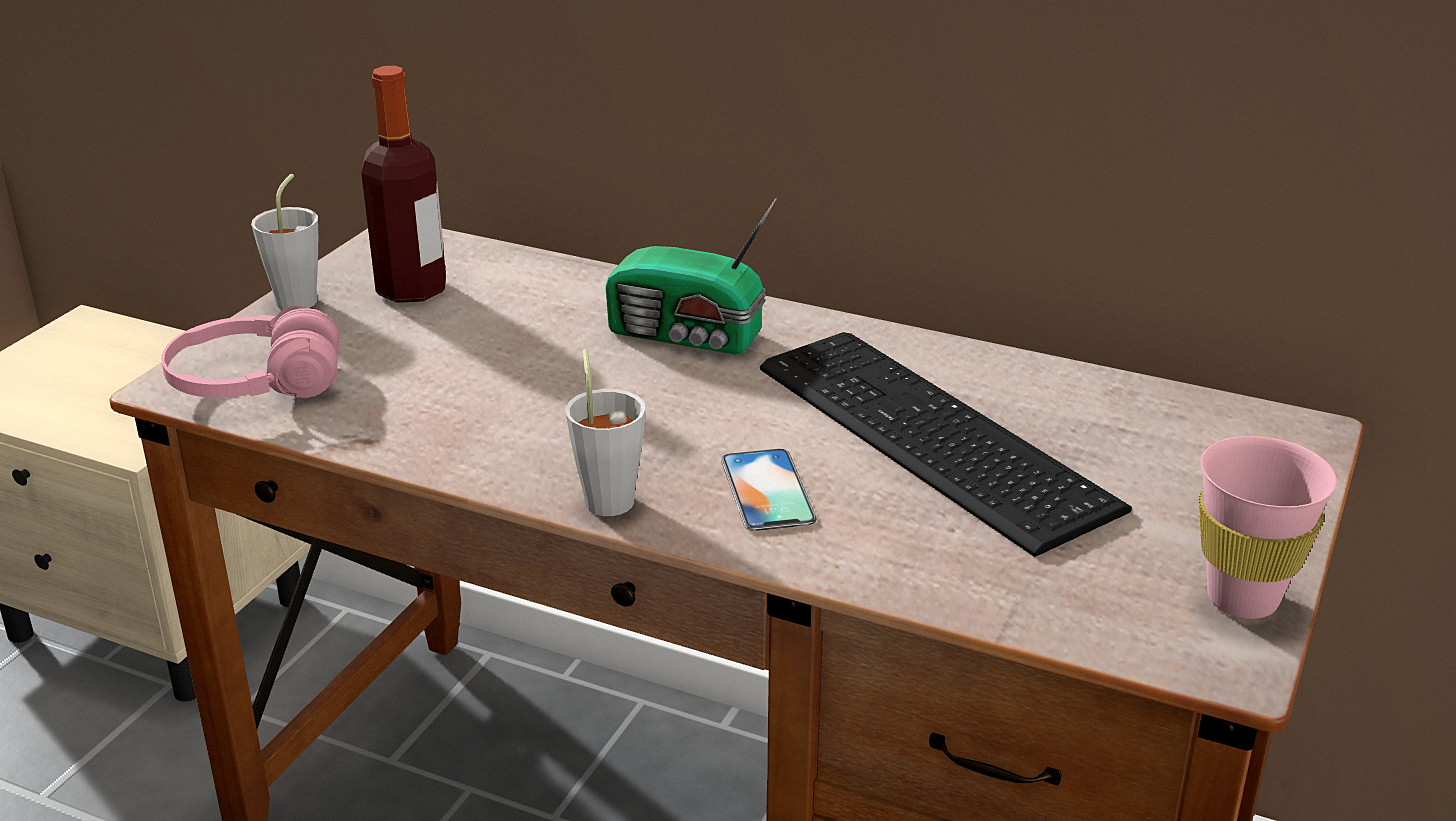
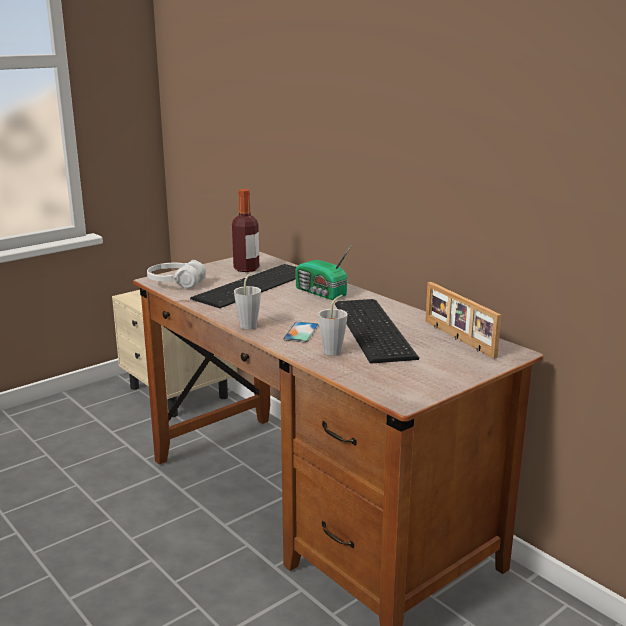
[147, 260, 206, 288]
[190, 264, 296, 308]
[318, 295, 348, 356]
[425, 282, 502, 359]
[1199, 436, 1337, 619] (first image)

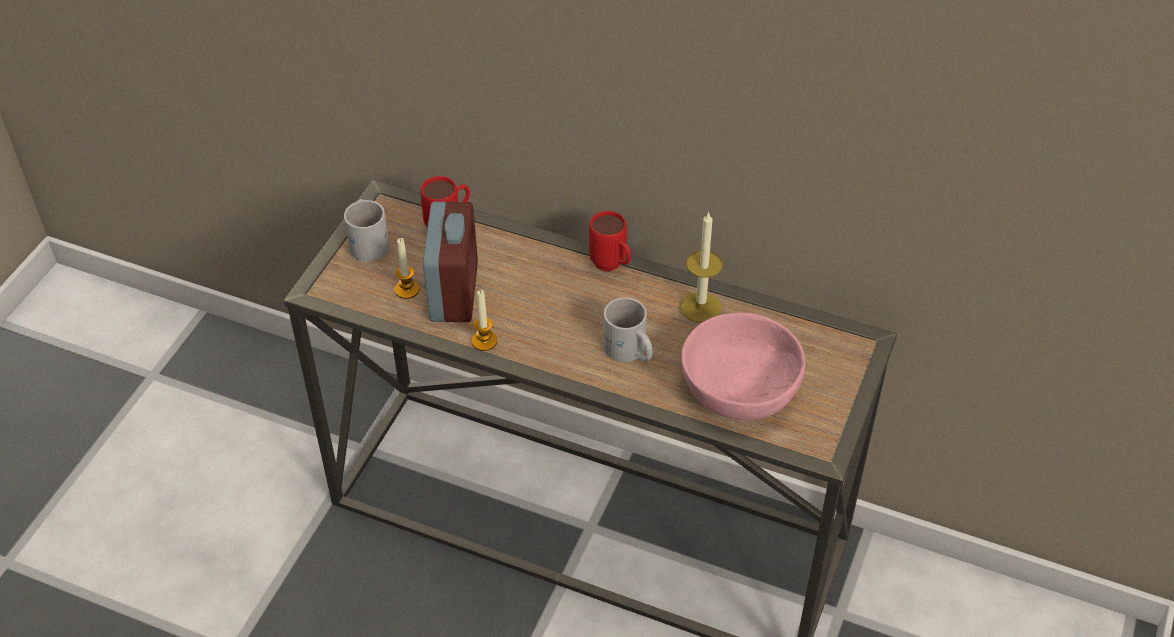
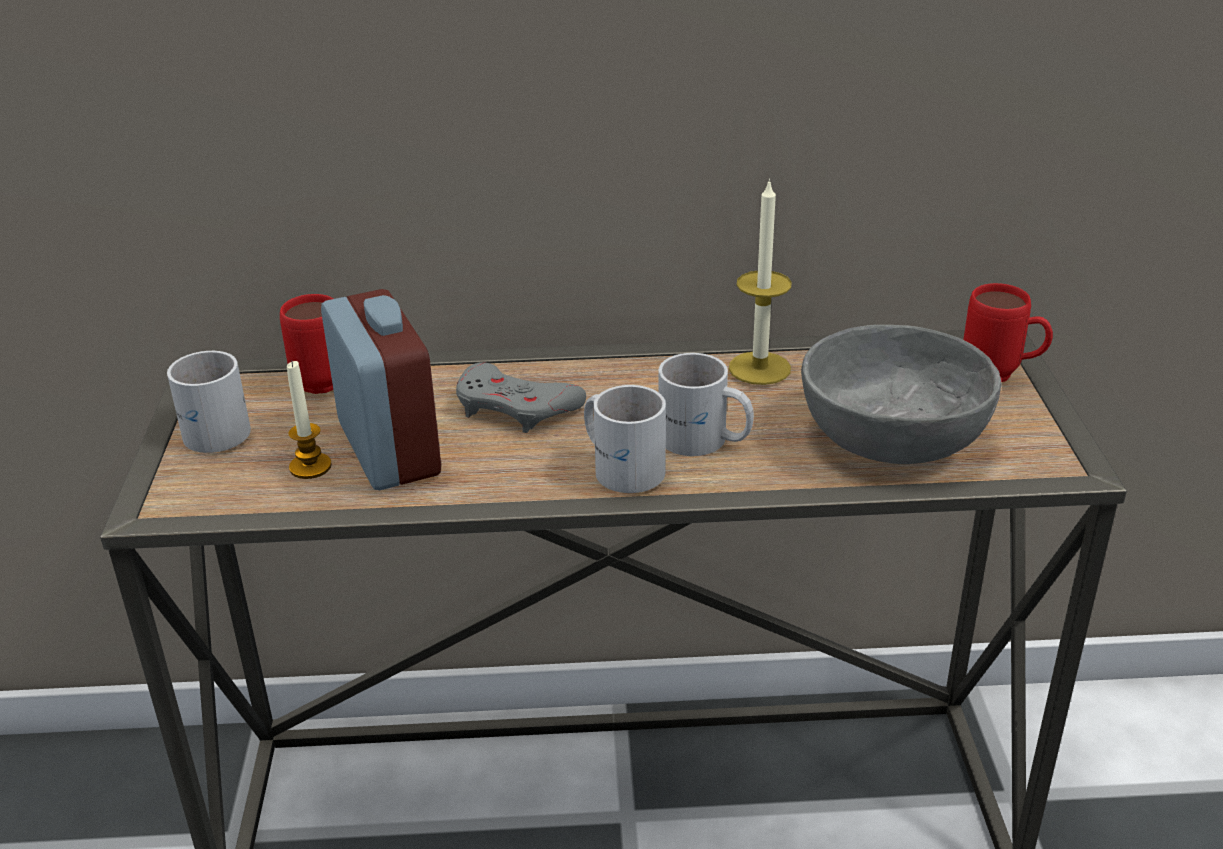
[456, 362, 586, 433]
[584, 385, 666, 493]
[801, 325, 1002, 464]
[963, 283, 1053, 382]
[472, 290, 497, 351] (first image)

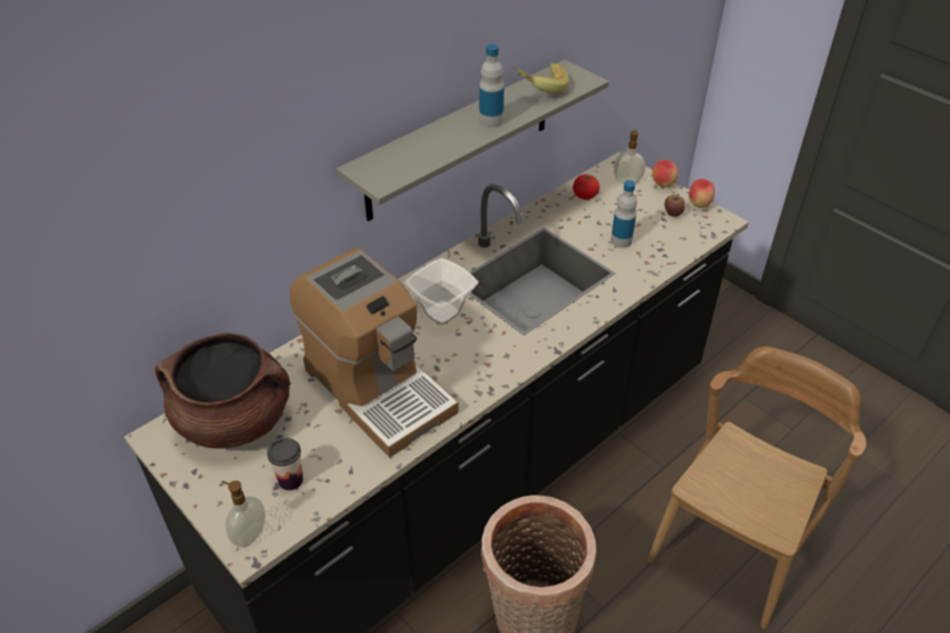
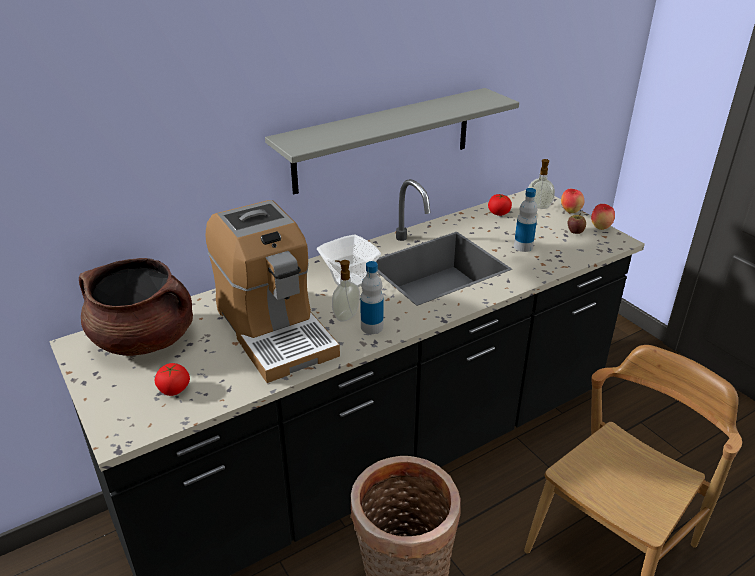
[155, 363, 190, 396]
[332, 260, 360, 322]
[360, 261, 384, 334]
[511, 63, 569, 93] (first image)

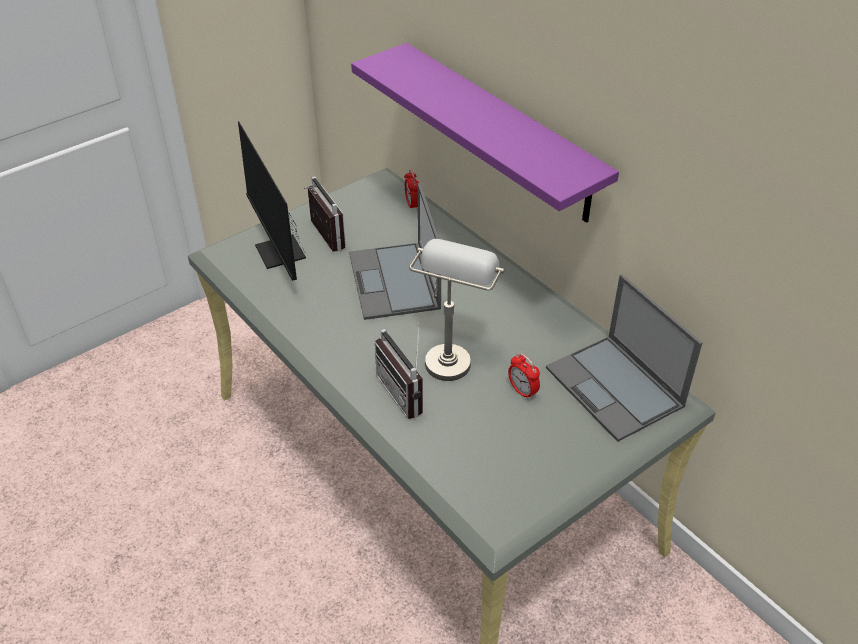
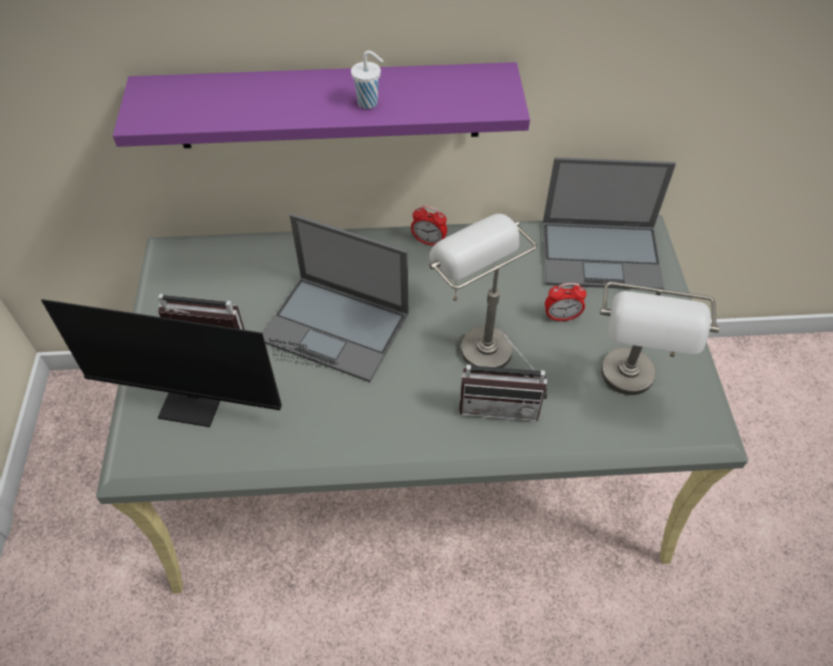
[351, 51, 383, 109]
[411, 205, 447, 245]
[600, 282, 719, 395]

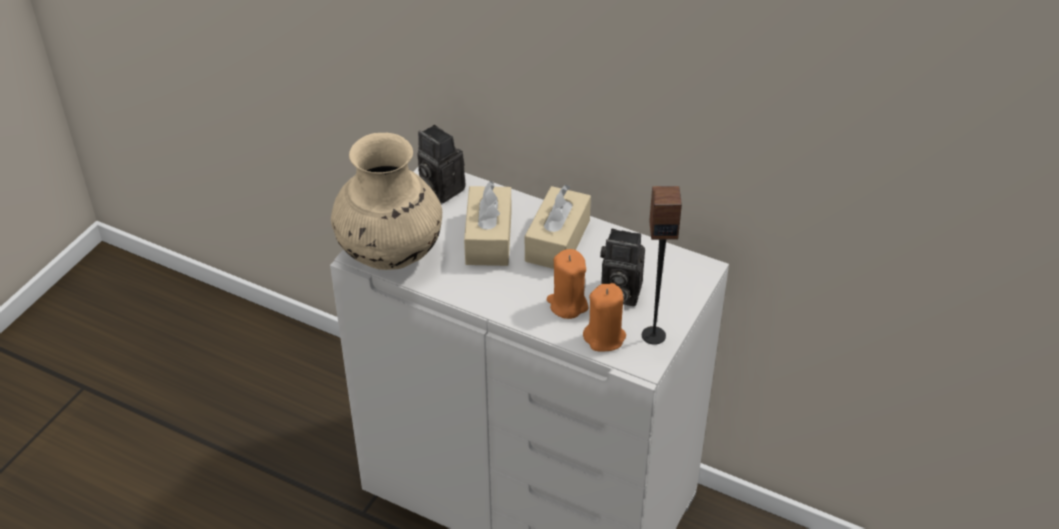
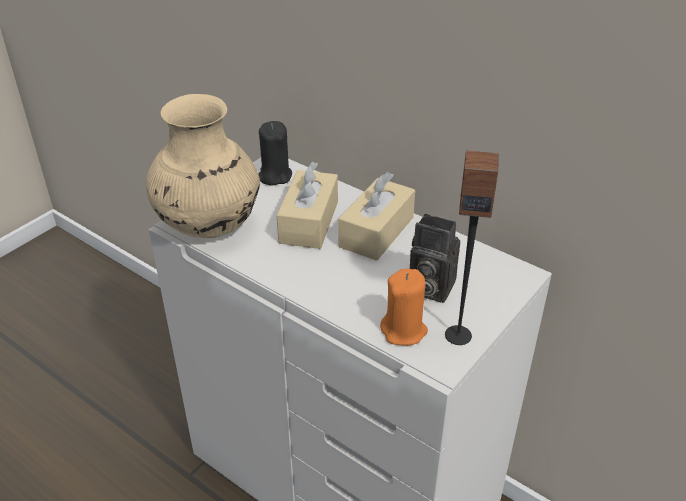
[259, 121, 292, 186]
[547, 249, 588, 319] (first image)

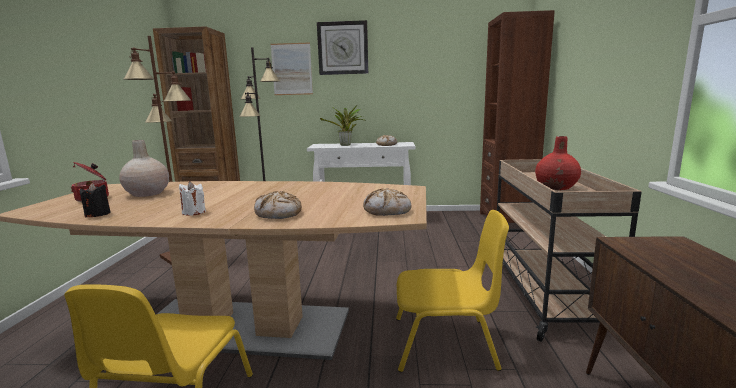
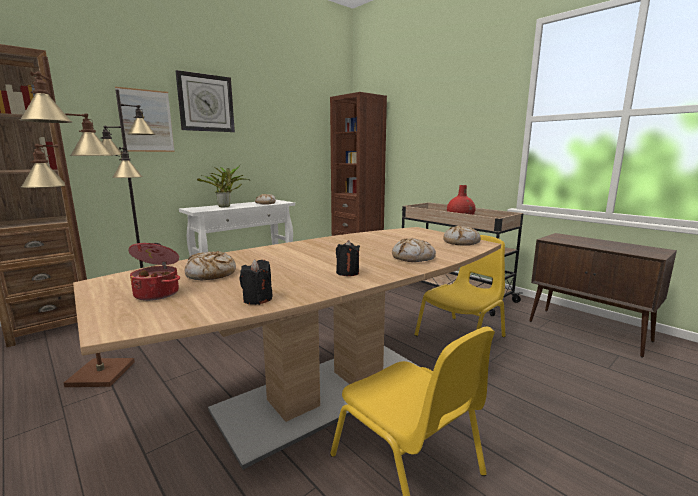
[185, 251, 236, 280]
[336, 240, 360, 276]

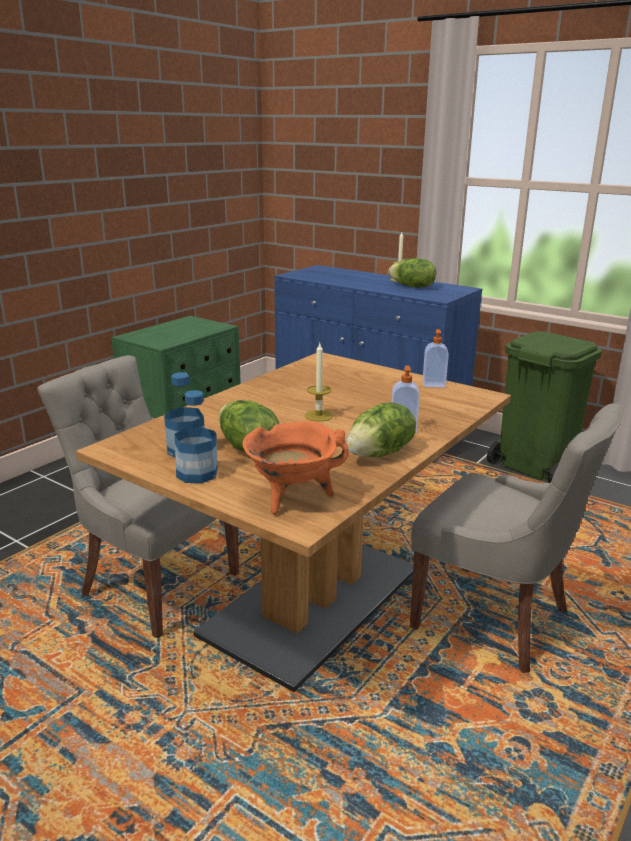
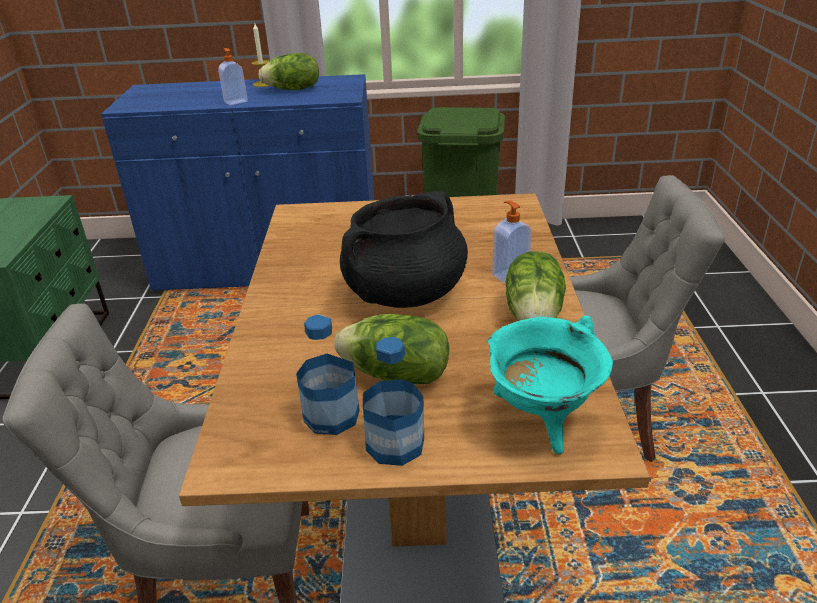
[218, 48, 248, 105]
[340, 191, 468, 308]
[488, 316, 613, 454]

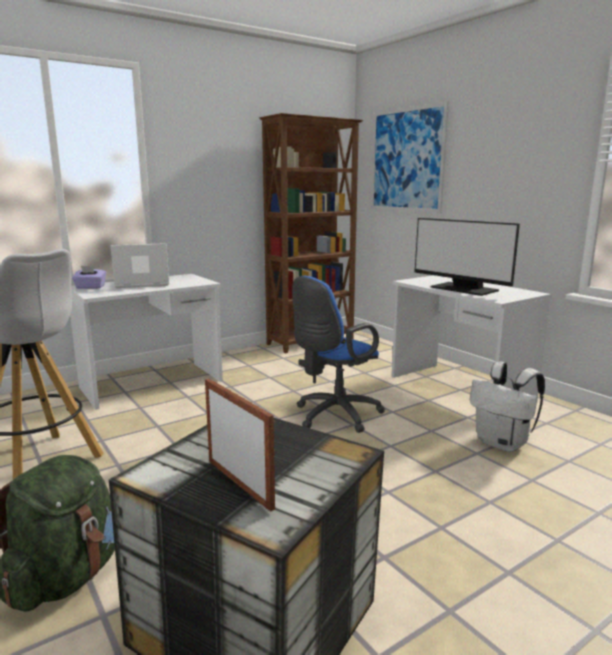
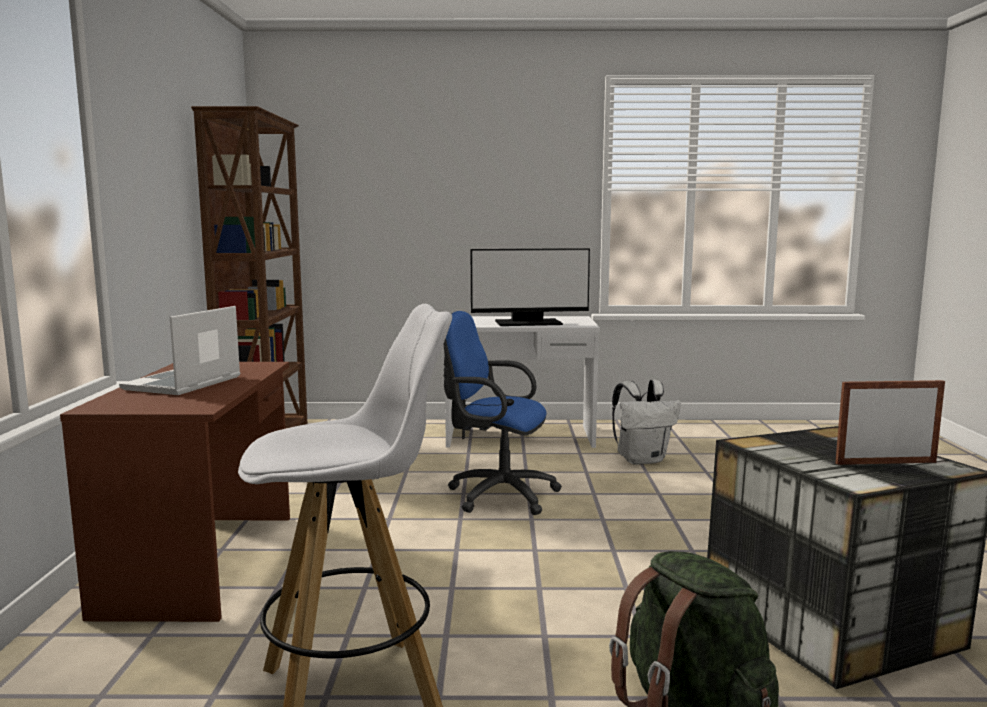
[60, 362, 290, 622]
[444, 311, 562, 515]
[72, 266, 106, 289] (first image)
[371, 101, 449, 213] (first image)

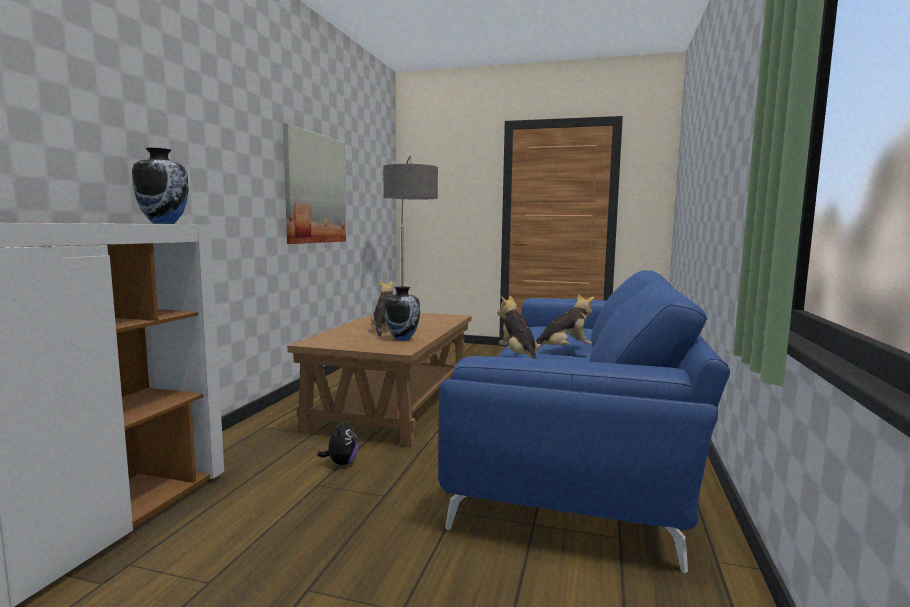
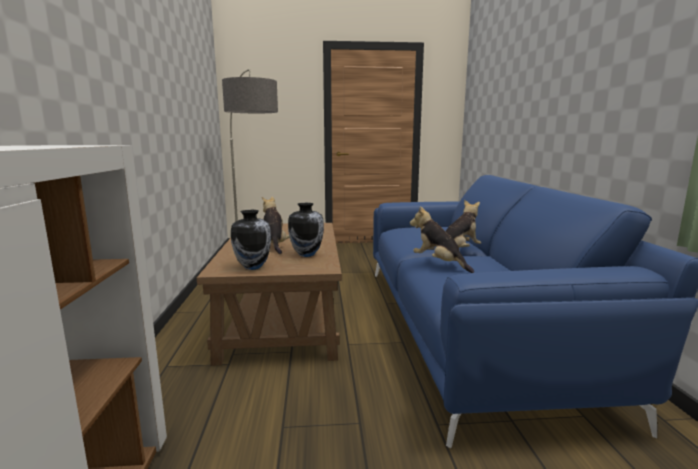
[231, 210, 271, 270]
[283, 124, 346, 244] (first image)
[317, 416, 359, 465] (first image)

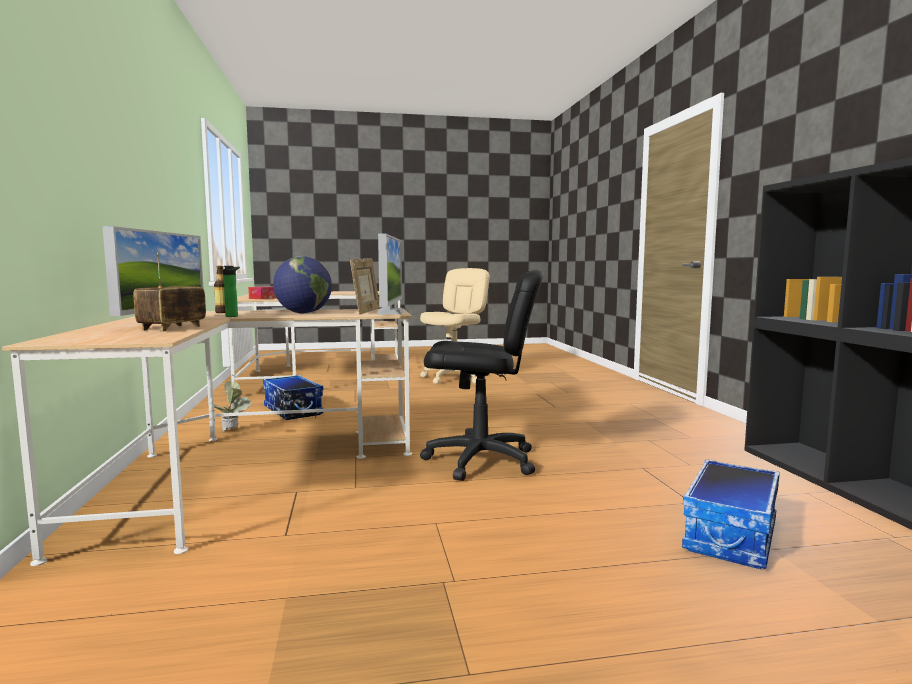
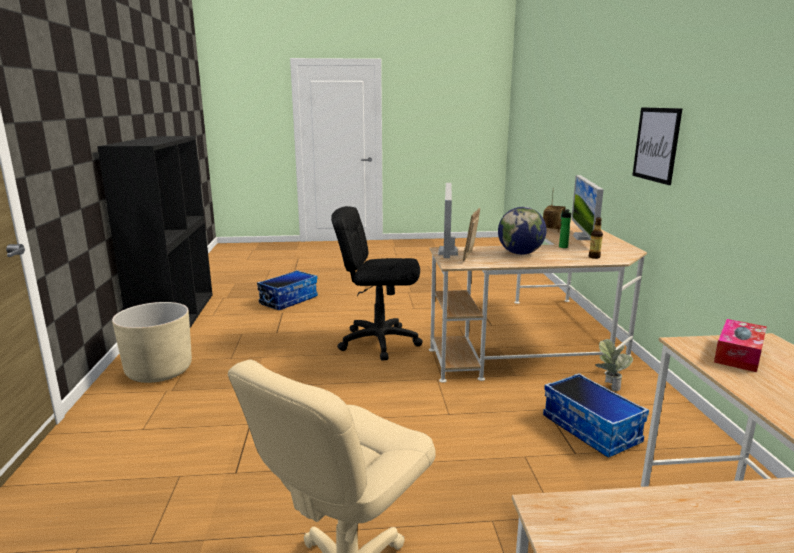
[112, 302, 192, 383]
[632, 107, 682, 185]

